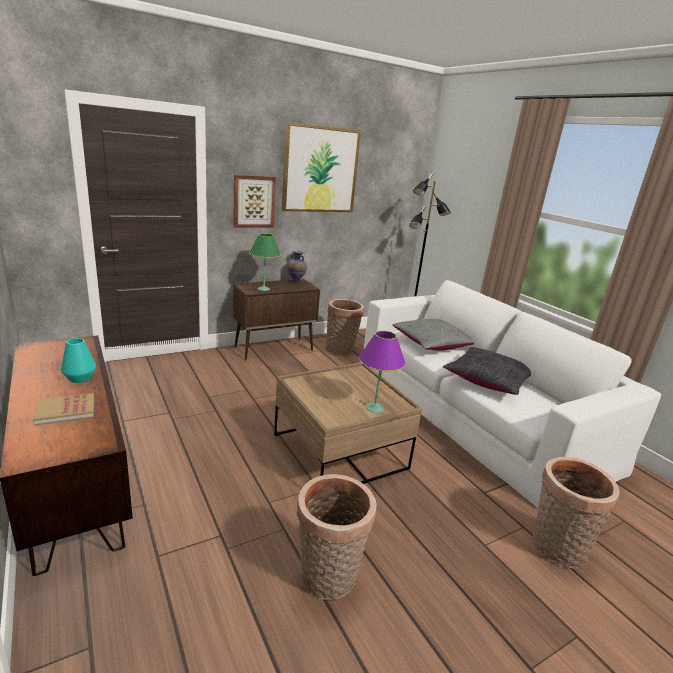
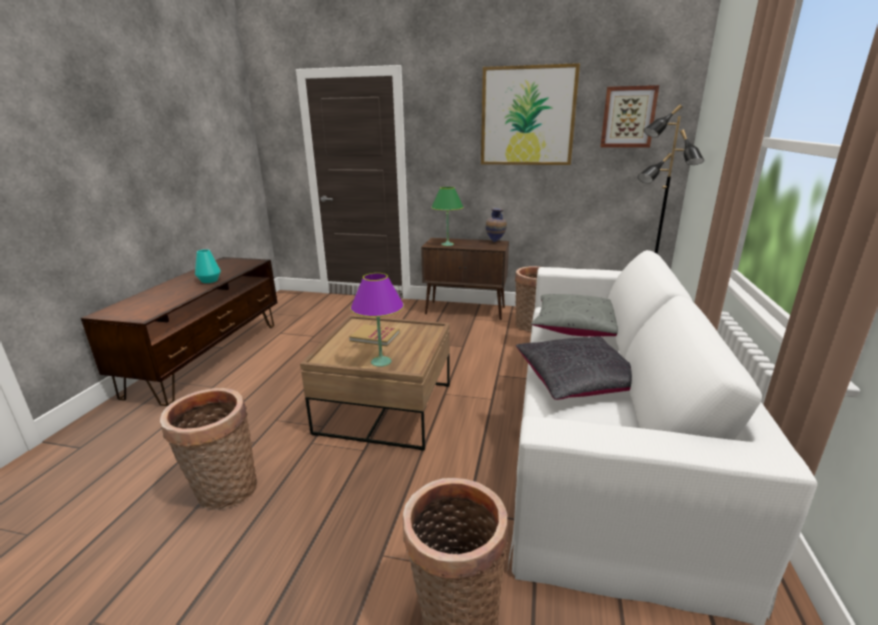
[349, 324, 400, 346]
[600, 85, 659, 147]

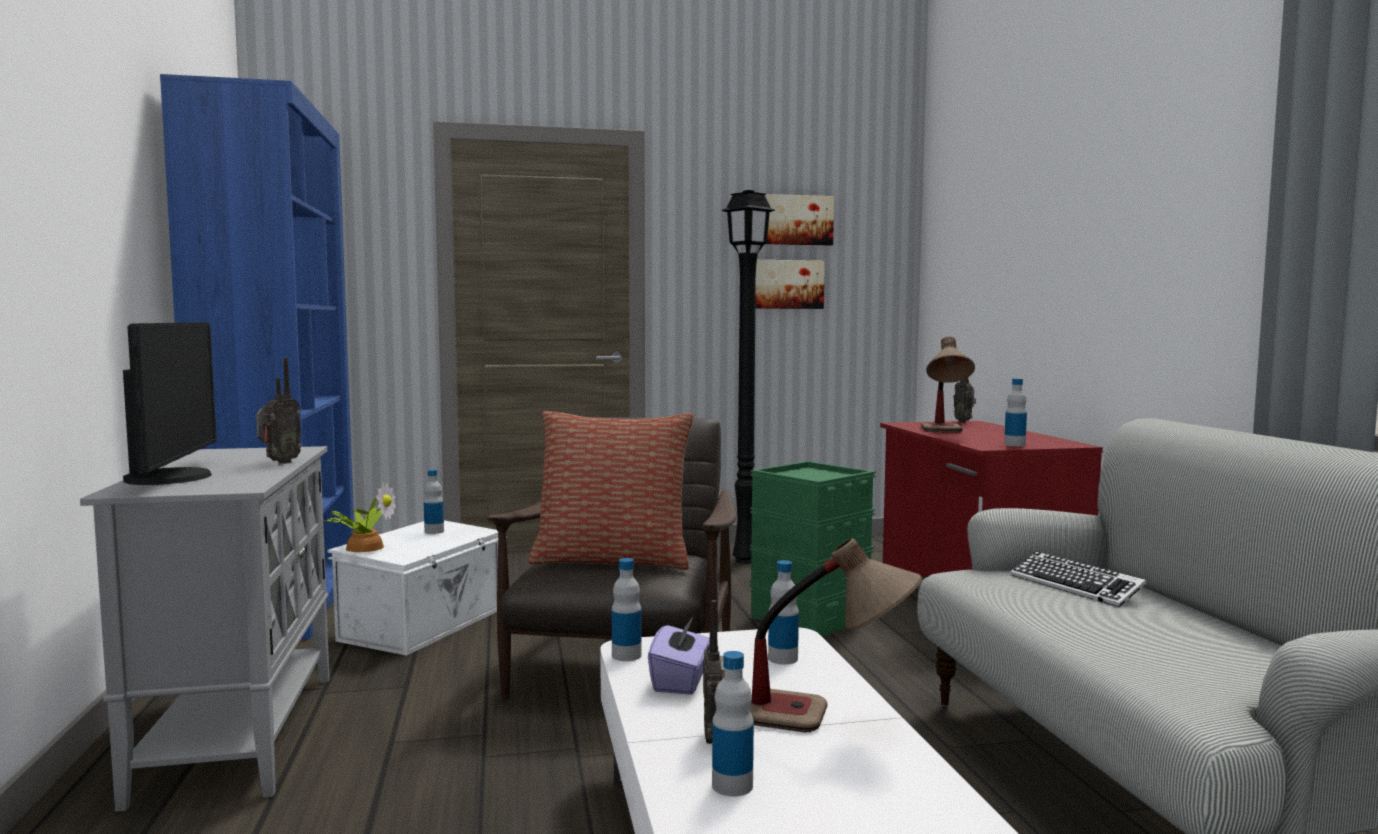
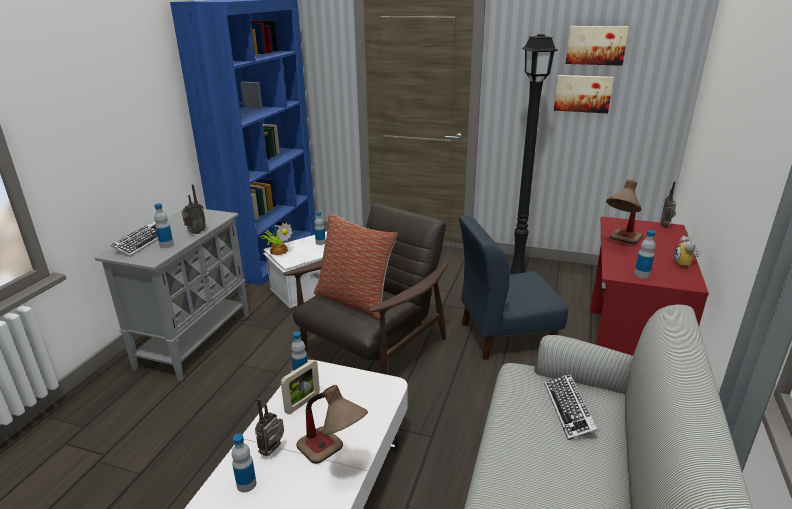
[111, 221, 158, 257]
[154, 203, 174, 248]
[281, 359, 320, 414]
[459, 216, 568, 360]
[673, 231, 699, 268]

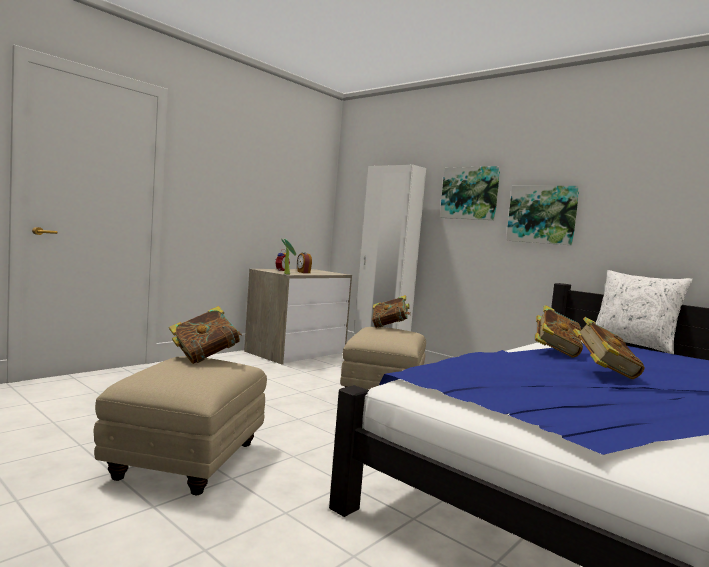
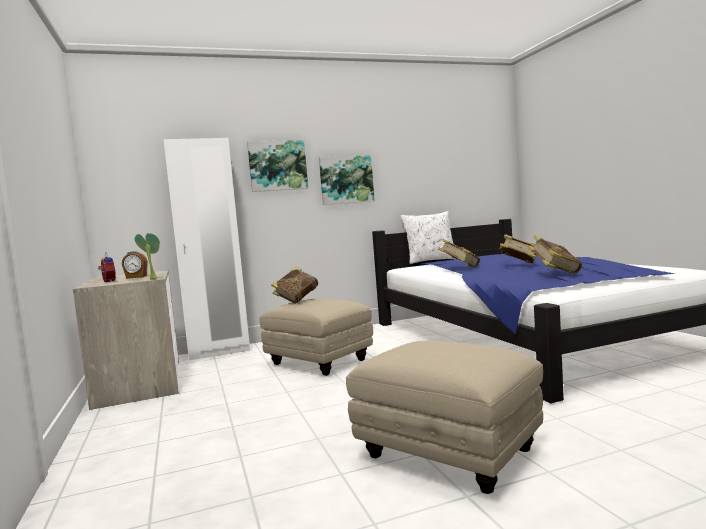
[528, 236, 582, 274]

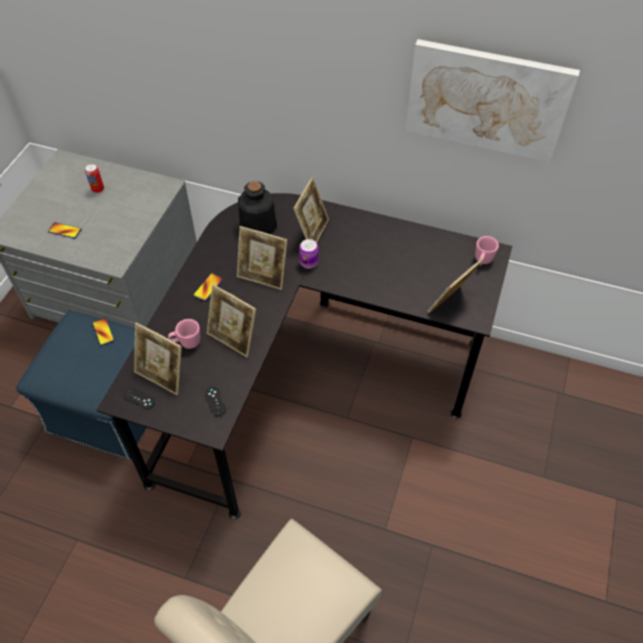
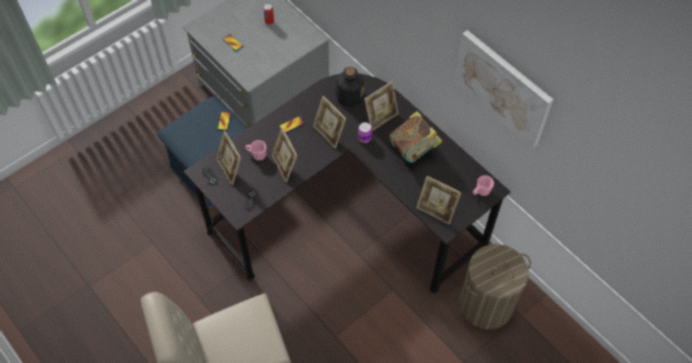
[389, 111, 443, 163]
[416, 176, 461, 224]
[459, 244, 531, 330]

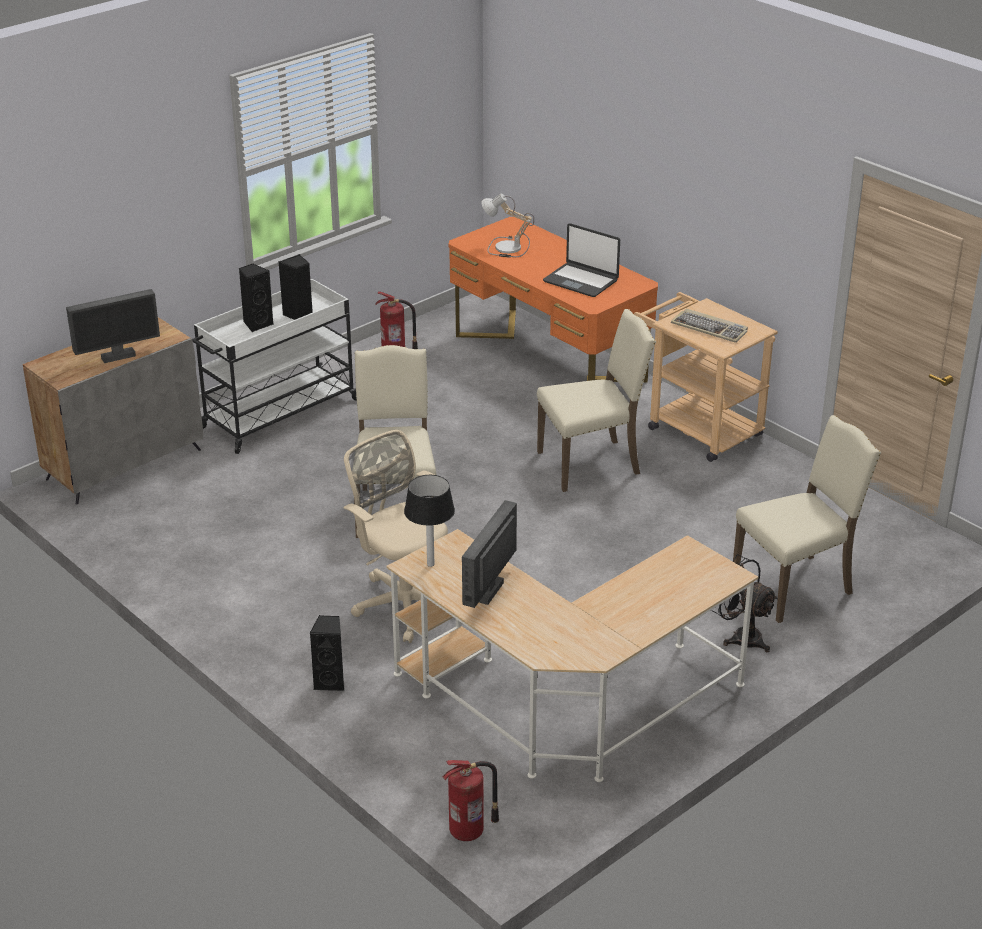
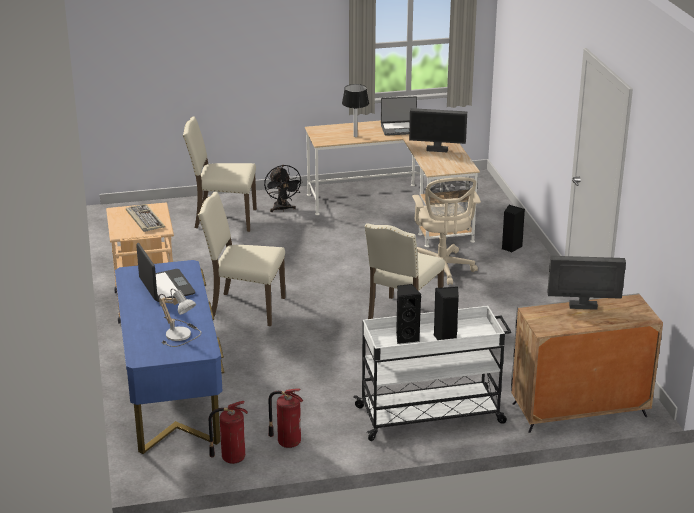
[115, 260, 225, 454]
[209, 401, 248, 464]
[342, 84, 369, 137]
[381, 96, 417, 136]
[409, 108, 467, 152]

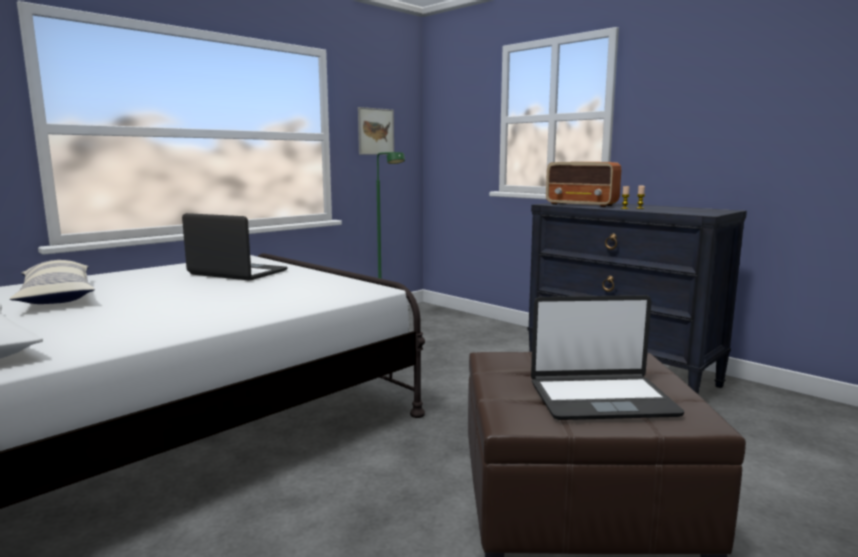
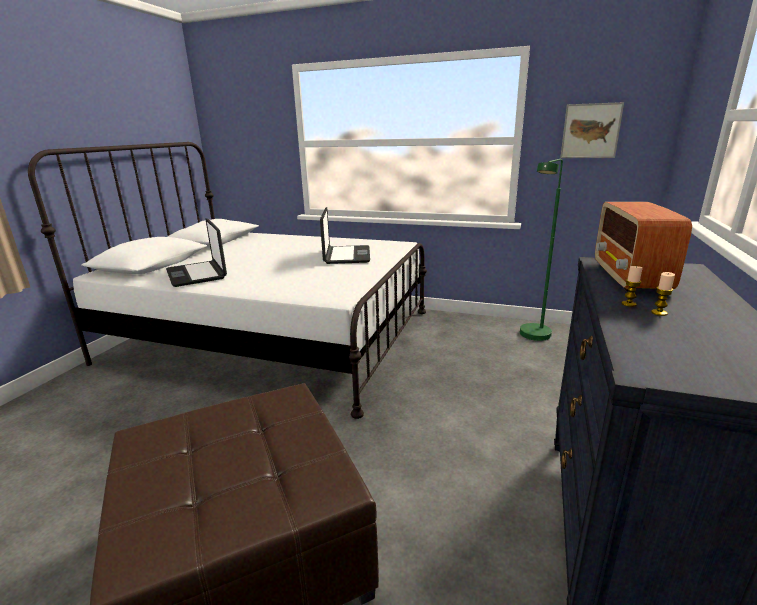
[166, 218, 227, 287]
[10, 260, 95, 304] (first image)

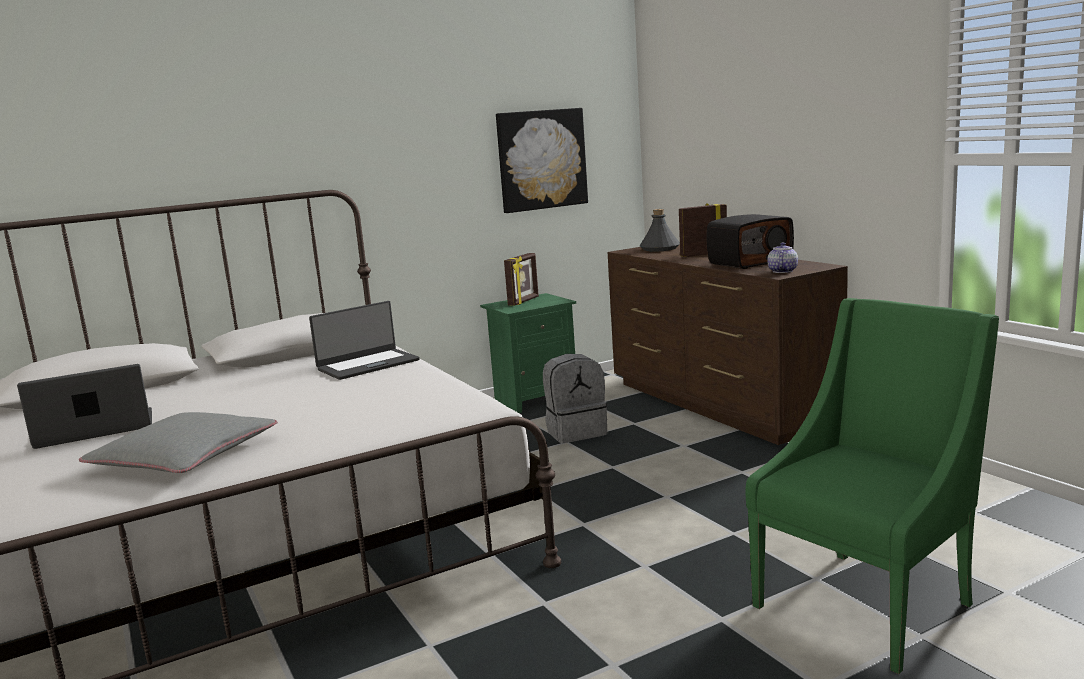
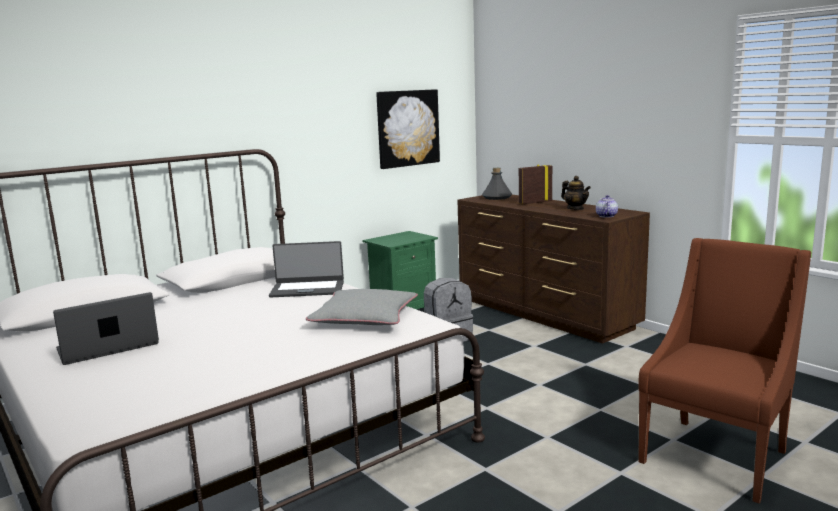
[269, 241, 344, 298]
[306, 289, 418, 325]
[561, 176, 591, 210]
[638, 238, 811, 504]
[504, 253, 539, 306] (first image)

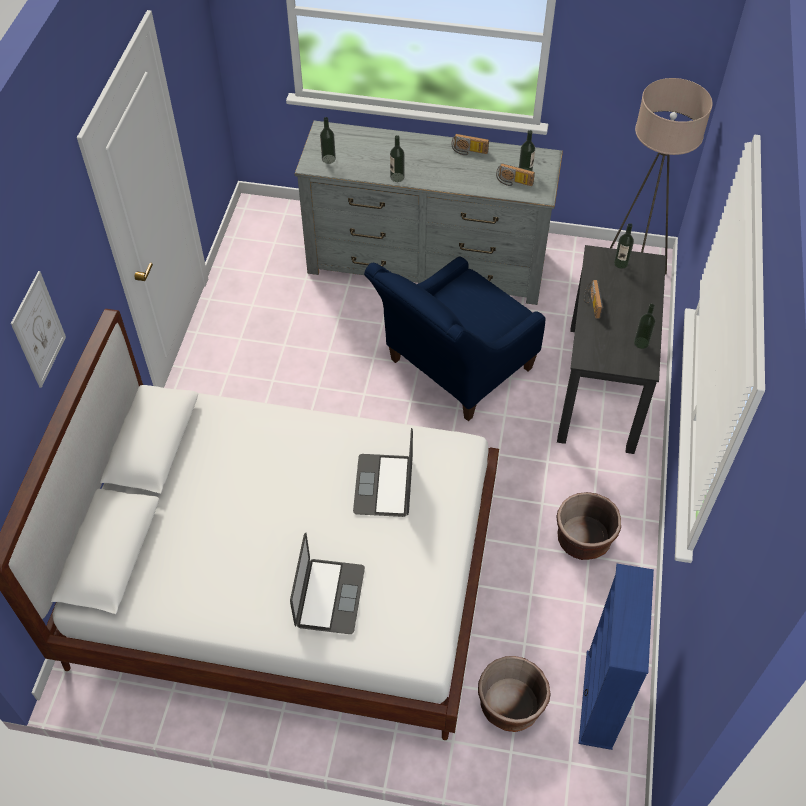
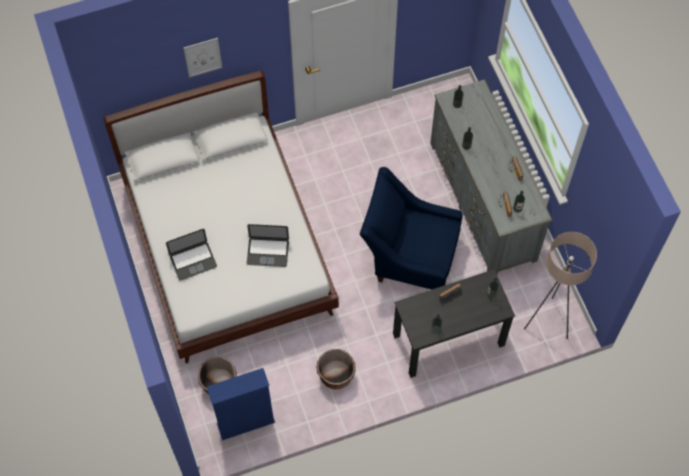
[247, 224, 289, 267]

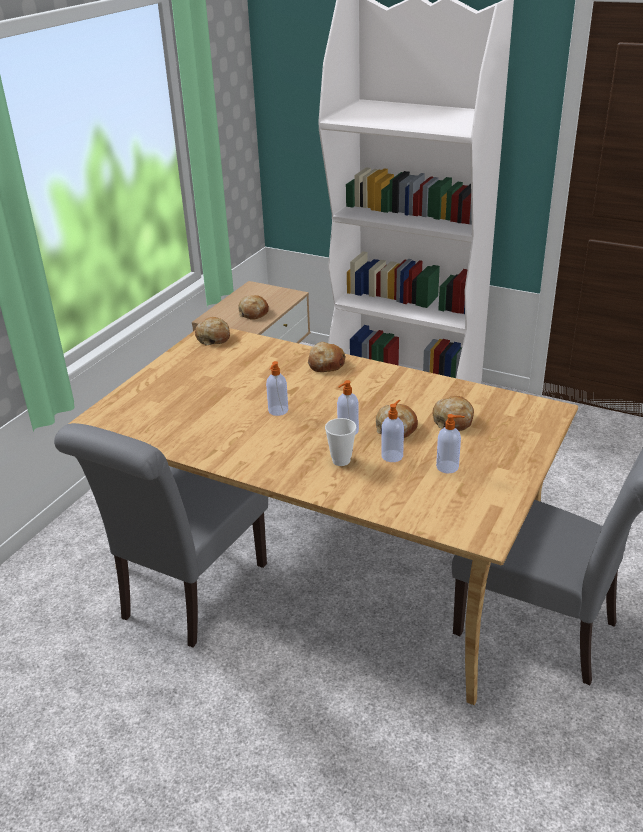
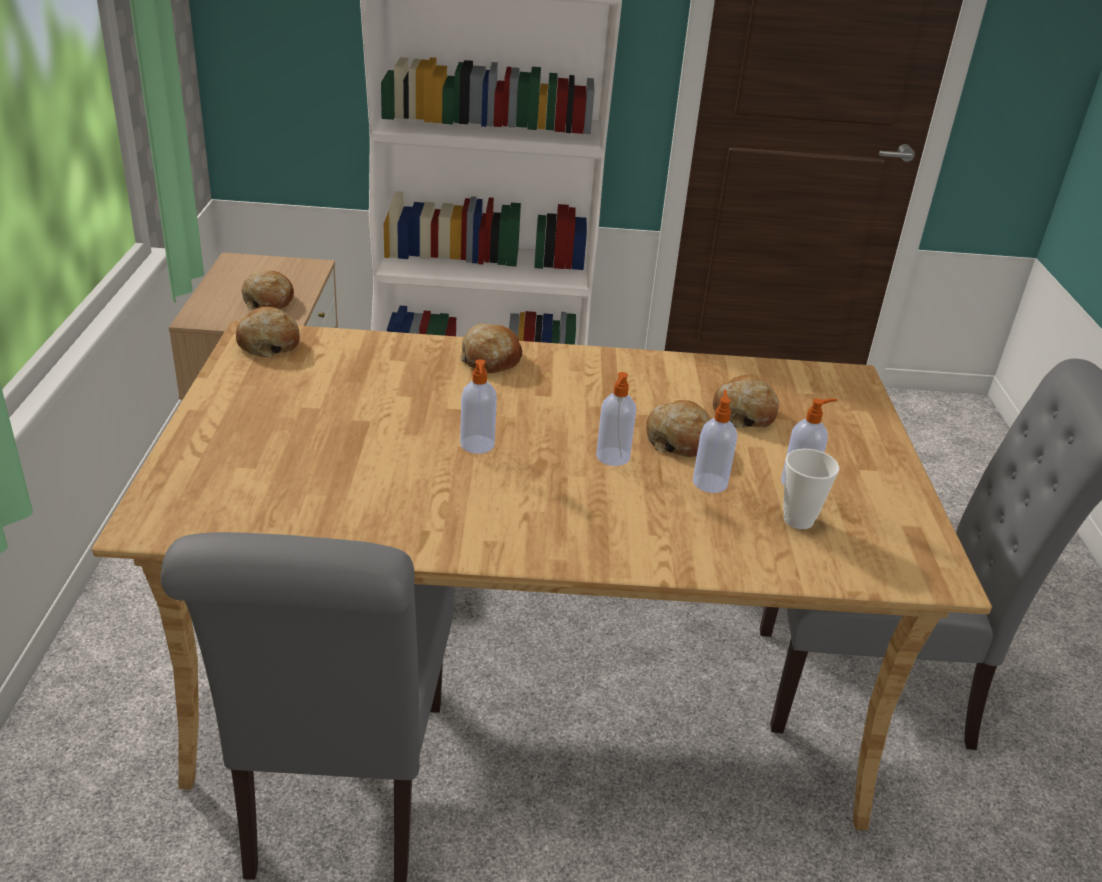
[783, 449, 839, 529]

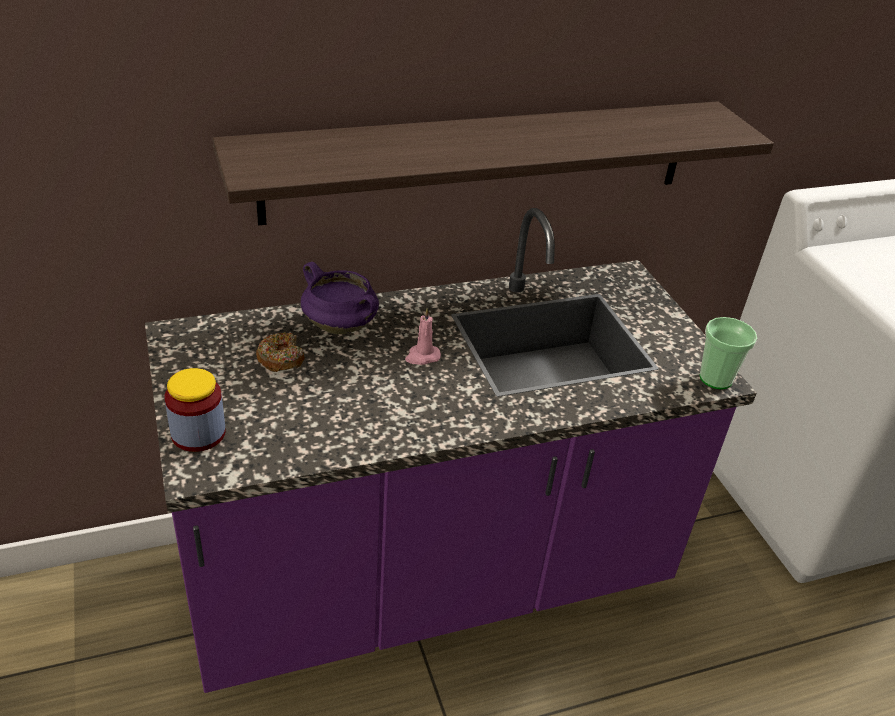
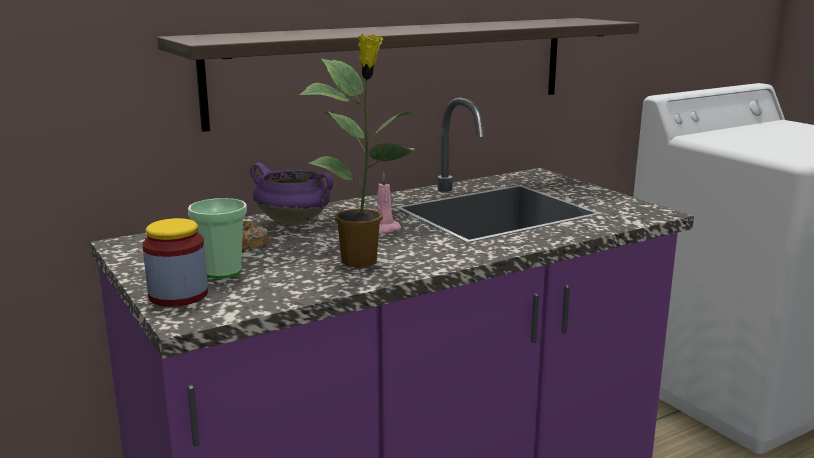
[188, 198, 247, 279]
[299, 34, 414, 268]

